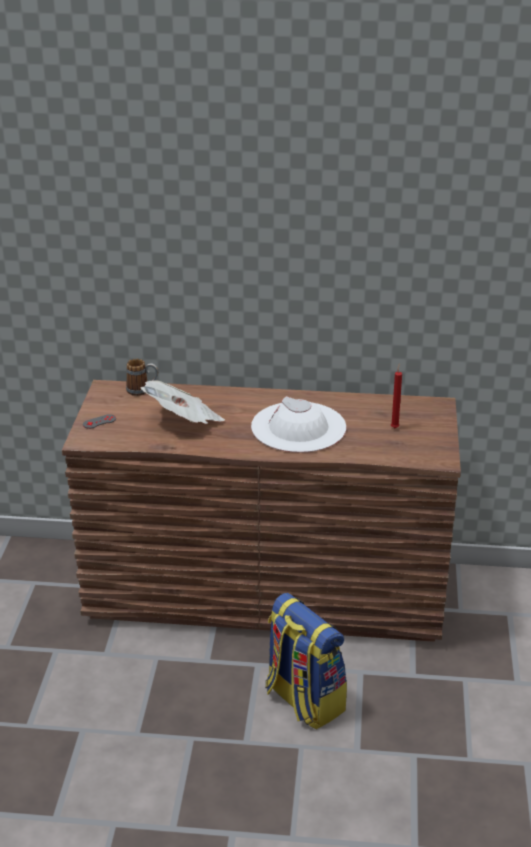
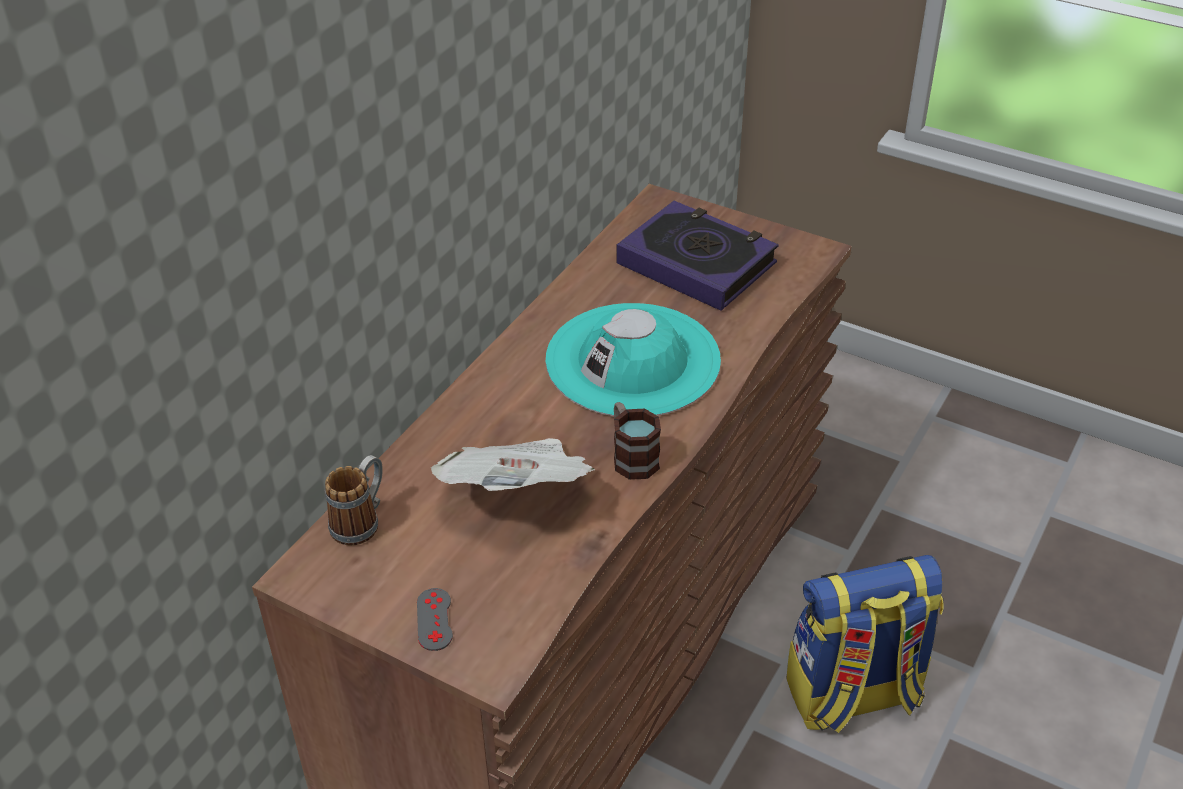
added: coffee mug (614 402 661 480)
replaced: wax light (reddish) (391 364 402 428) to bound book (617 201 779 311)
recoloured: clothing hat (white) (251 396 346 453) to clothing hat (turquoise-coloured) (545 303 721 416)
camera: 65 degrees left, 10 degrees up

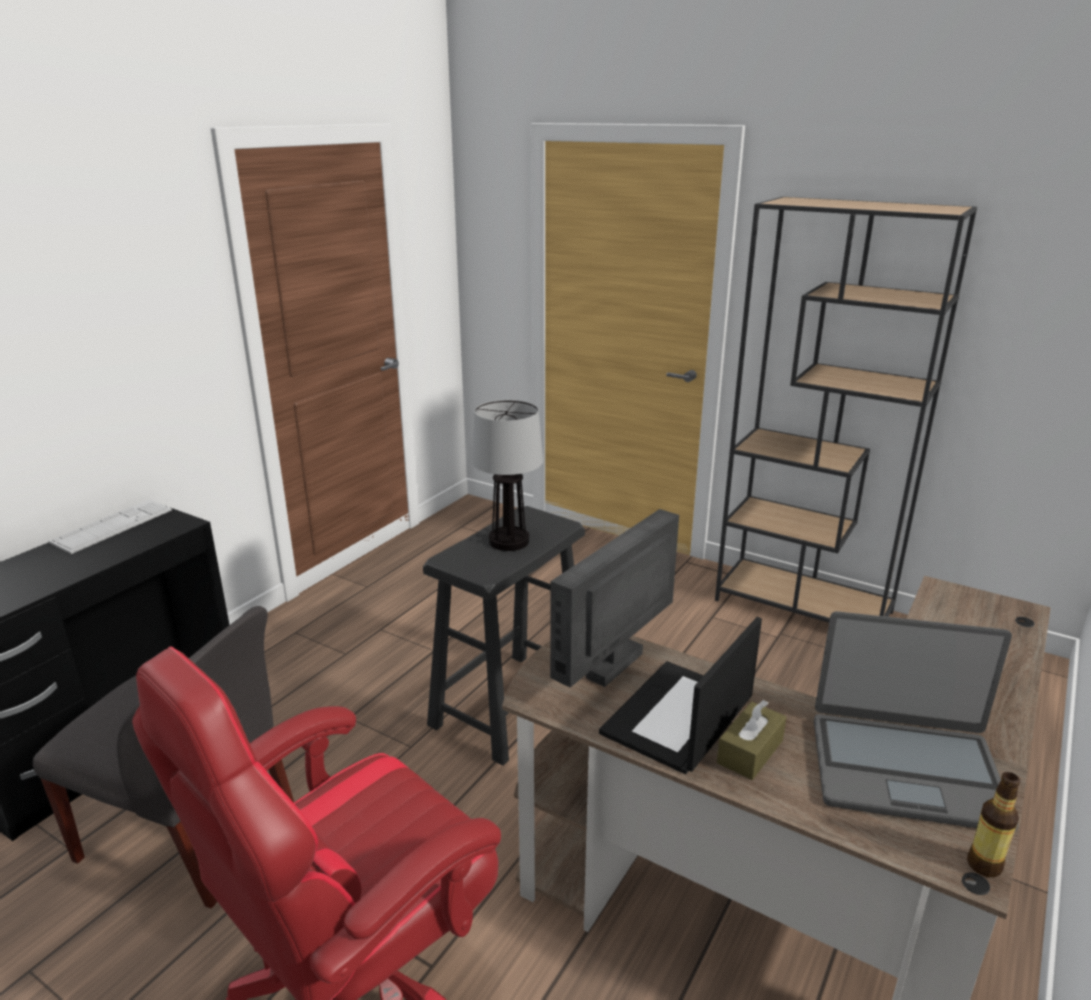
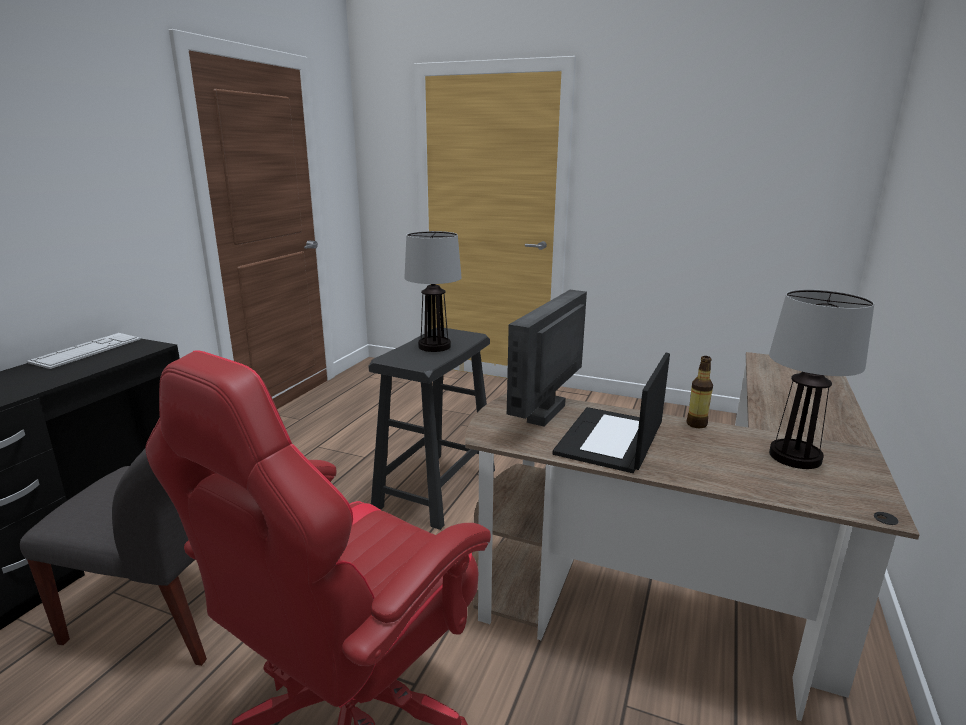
removed: bookcase (715 197 977 623); box of tissues (brown-coloured) (717 700 787 780)
moved: beverage bottle (967 772 1020 877) to (686 356 713 428)
replaced: laptop (814 611 1018 831) to table lamp (769 289 874 469)
camera: 10 degrees left, 5 degrees down

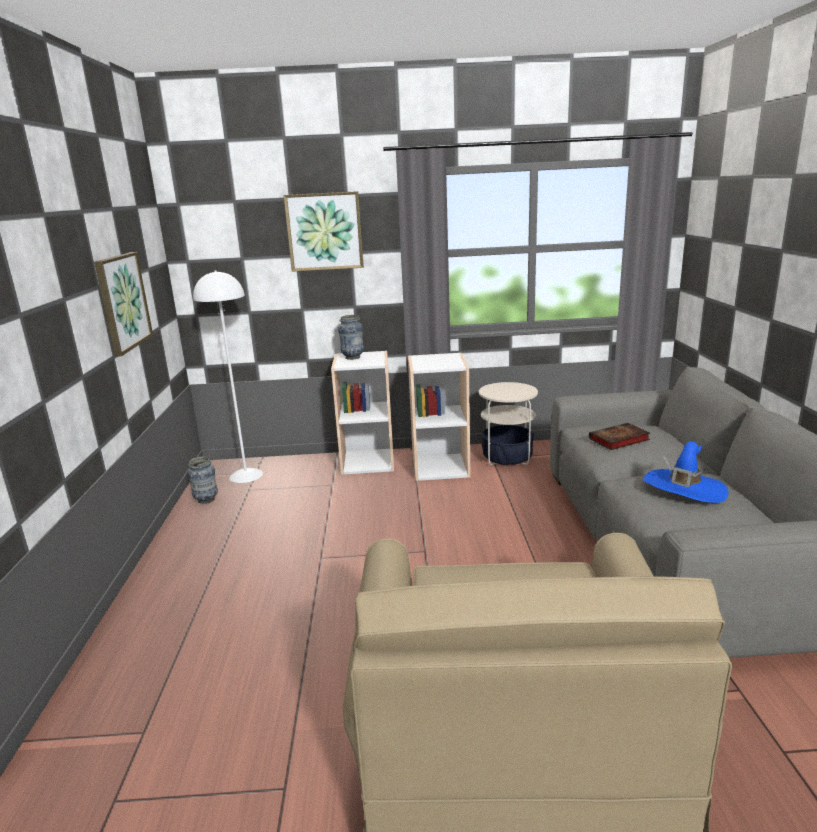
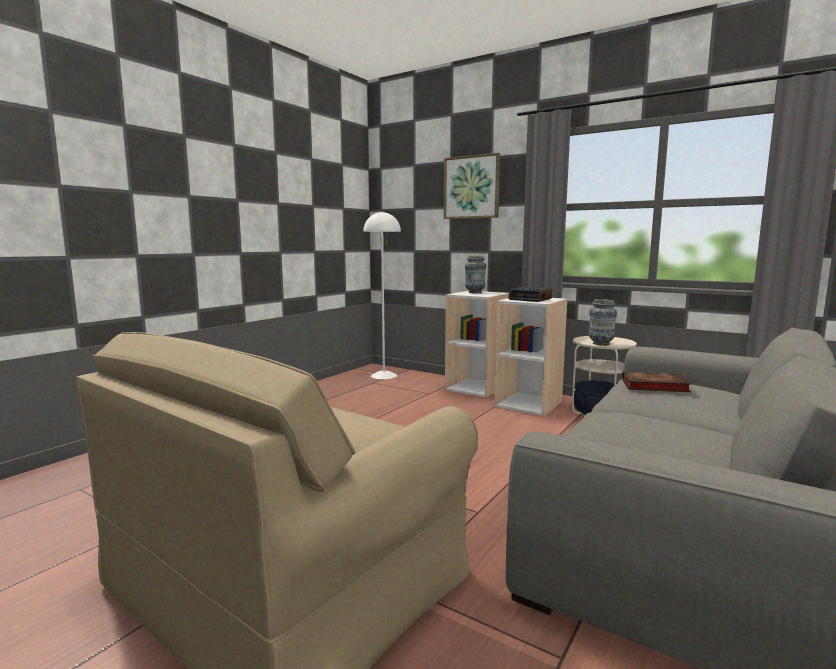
removed: wall art (94 252 153 357); clothing hat (blue-coloured) (643 441 729 503)
added: bedside clock (508 287 552 302)
moved: vase (187 457 218 504) to (589 299 617 345)
camera: 35 degrees right, 10 degrees down

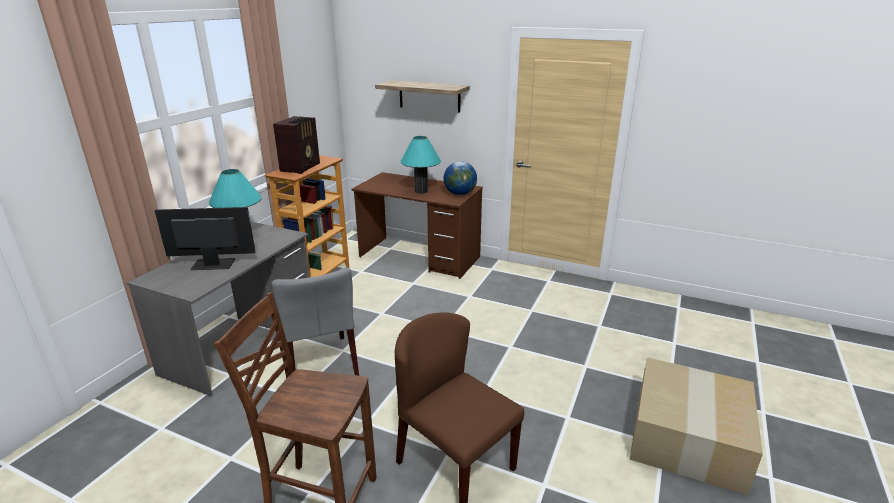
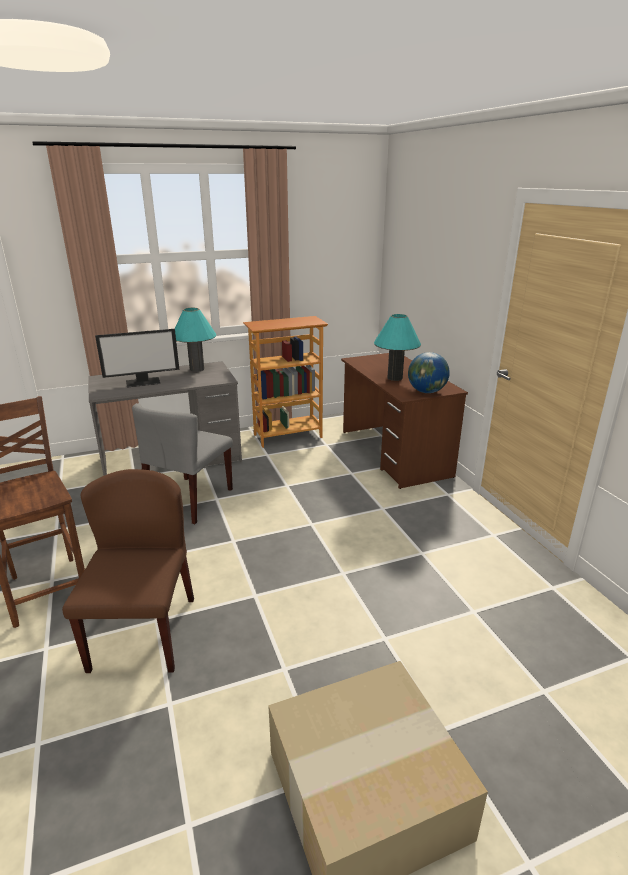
removed: radio receiver (273 116 320 174); wall shelf (375 80 470 113)
turned: computer display (155 207 256 270) = (95 329 179 388) 120 degrees clockwise
camera: 45 degrees right, 0 degrees up

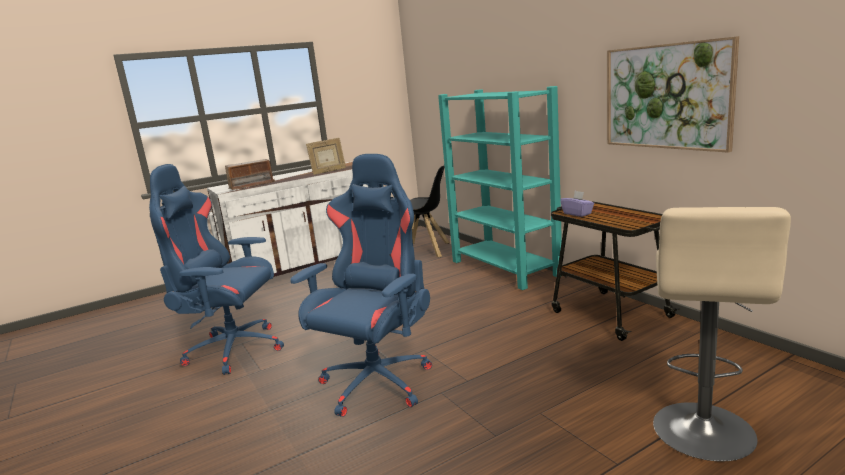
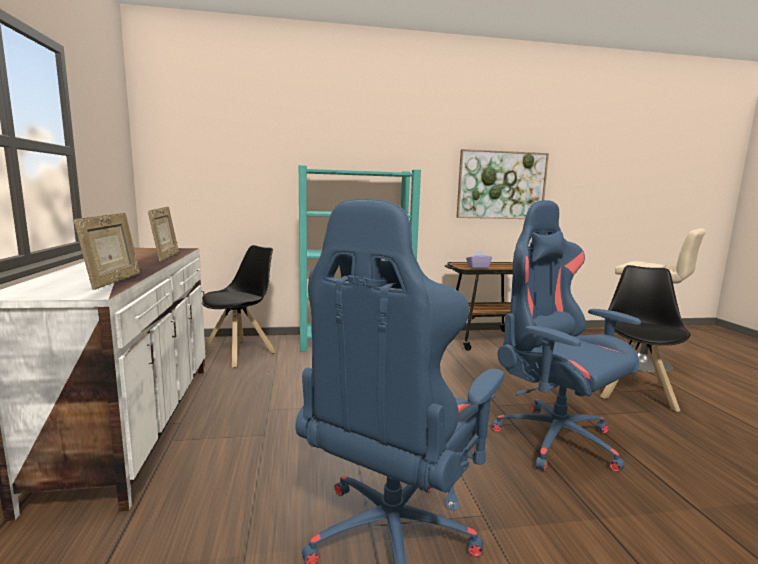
added: upright chair (black-coloured) (600 265 691 412)
replaced: radio receiver (225 159 275 190) to standing frame (74 213 140 290)
camera: 70 degrees left, 5 degrees down

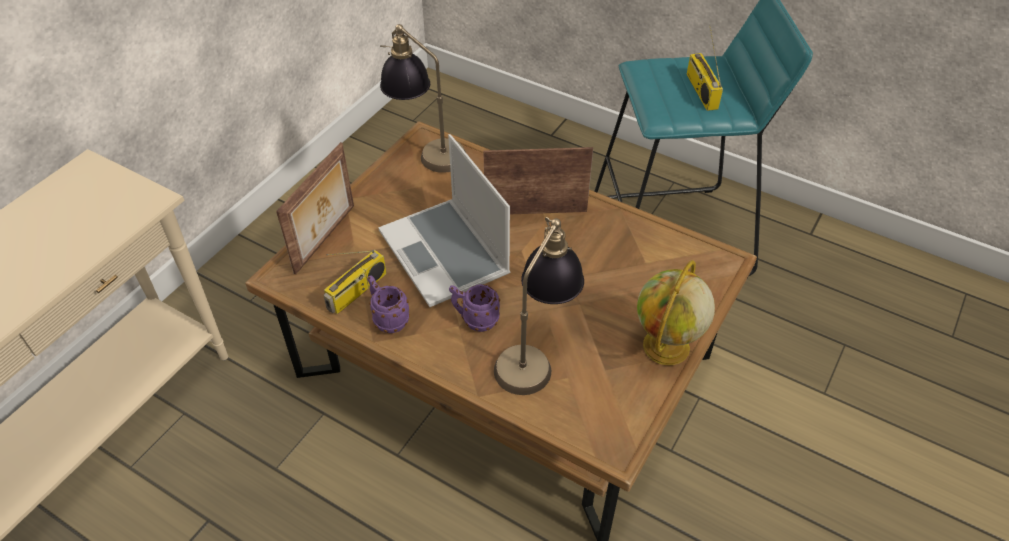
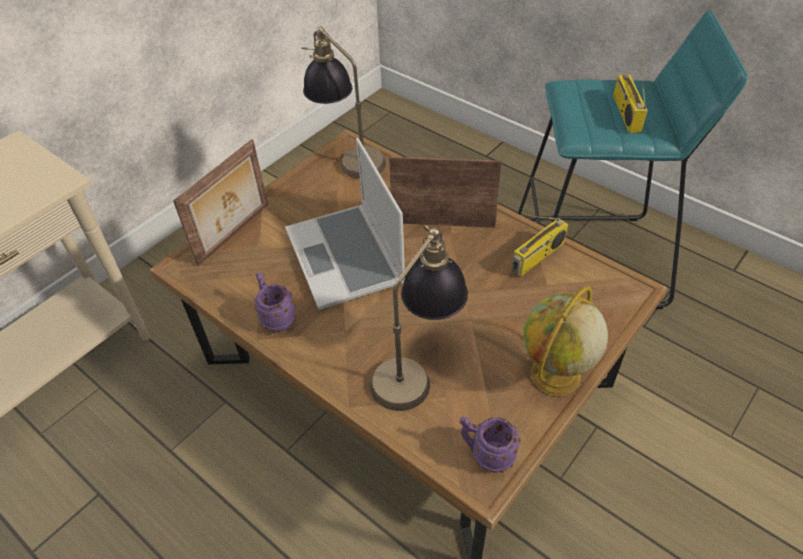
moved: radio receiver (323 250 387 314) to (511 215 568 276); coffee mug (purplish) (449 284 500 332) to (460 417 521 473)
camera: 10 degrees right, 0 degrees up

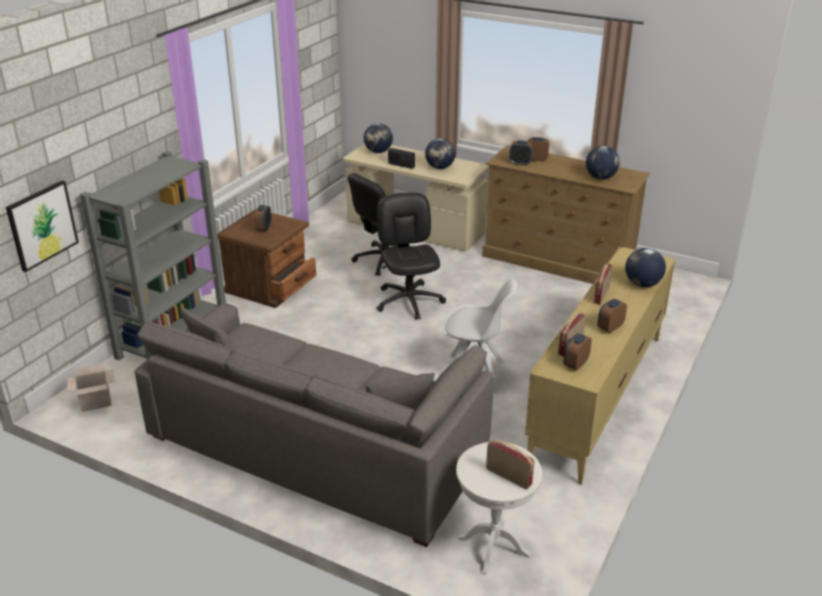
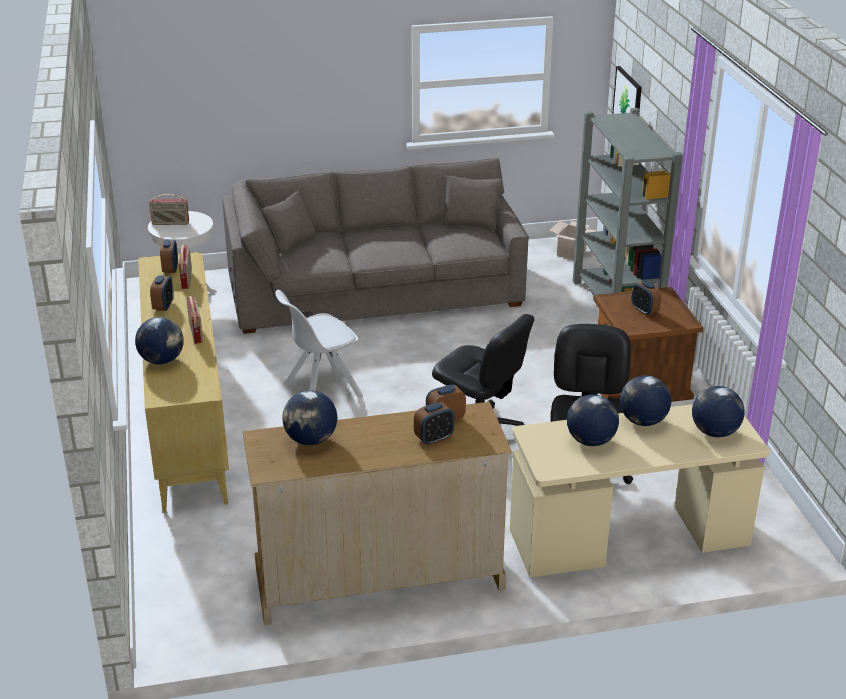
replaced: radio receiver (388 148 415 169) to desk globe (620 375 671 426)
camera: 140 degrees right, 0 degrees up

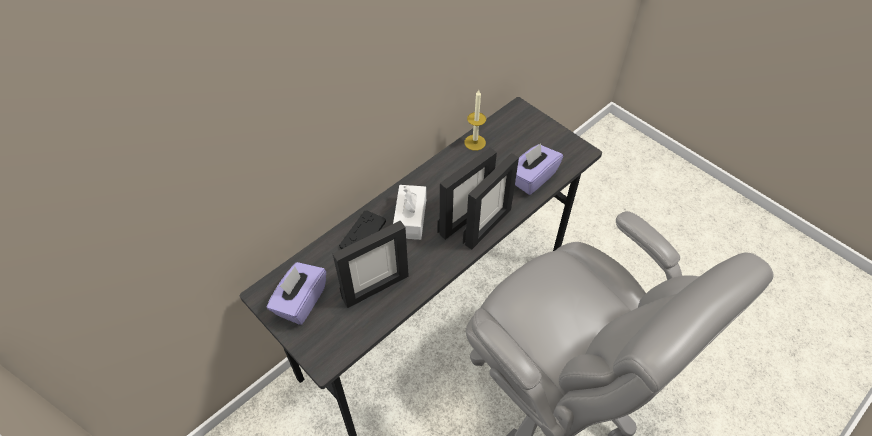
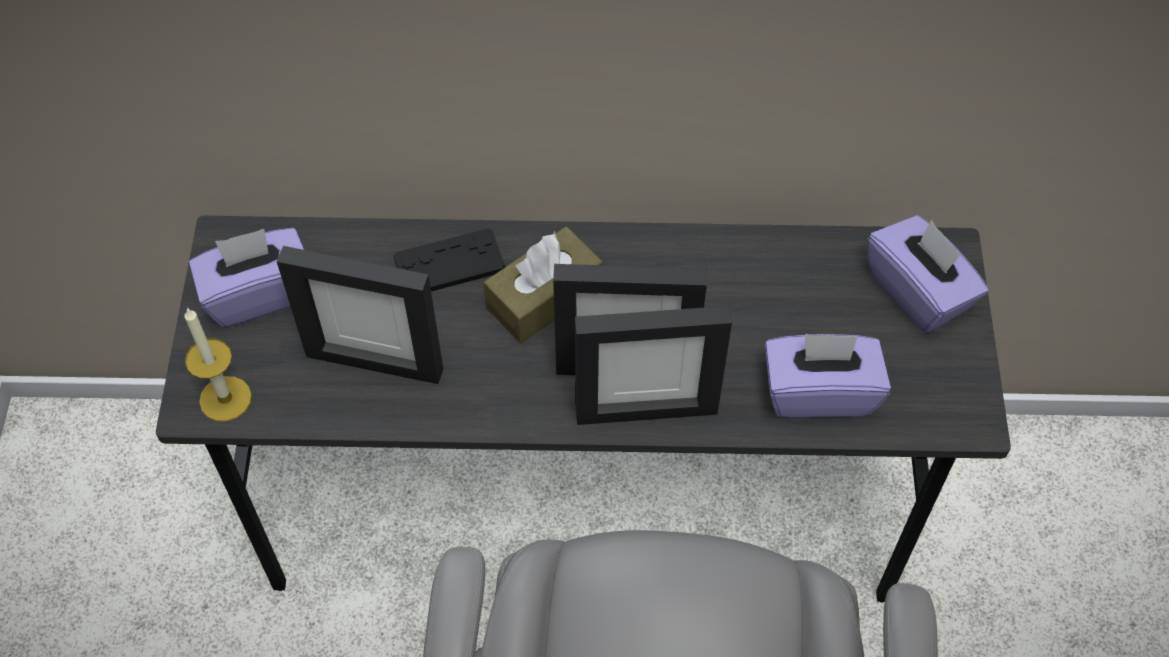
added: box of tissues (purplish) (868 215 989 333)
moved: wax light (464 90 486 151) to (184 307 252 422)
recoloured: box of tissues (white) (393 185 426 240) to box of tissues (brown-coloured) (484 227 602 343)
camera: 45 degrees right, 5 degrees up

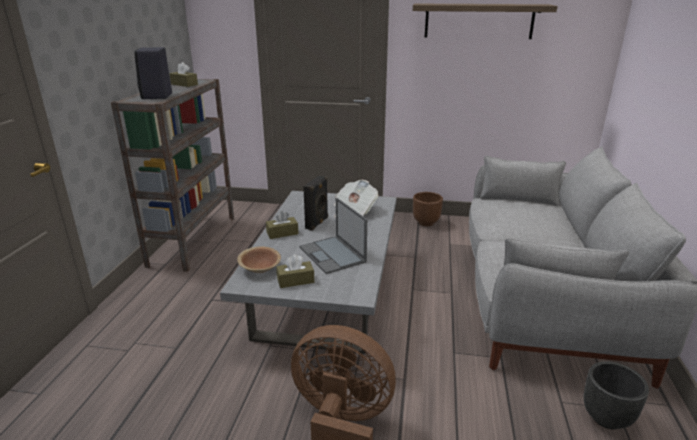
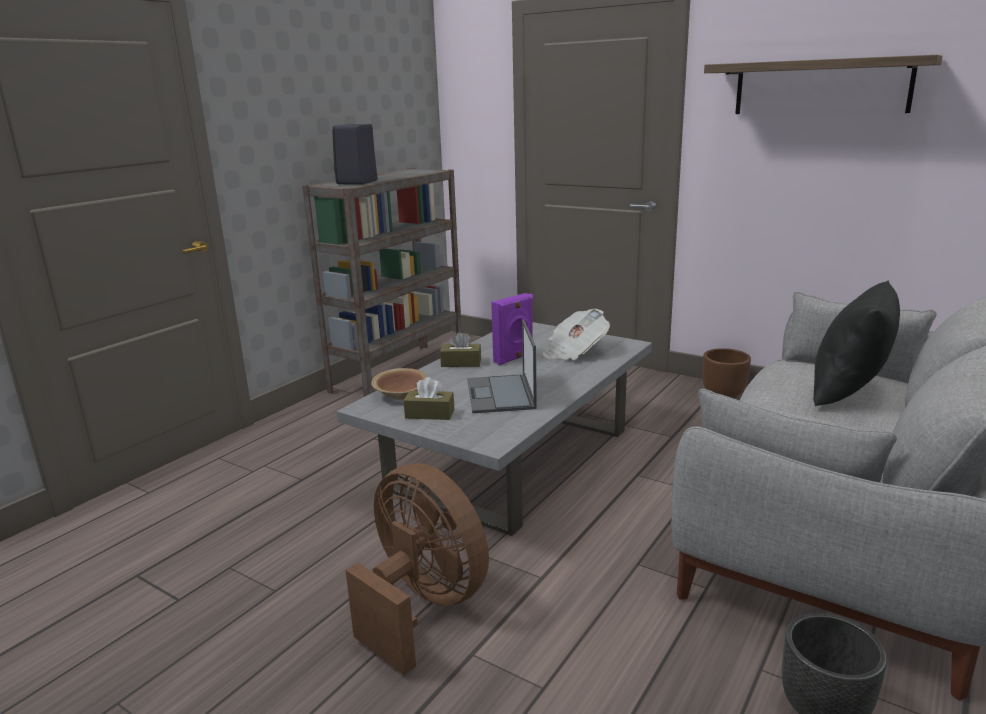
removed: box of tissues (brown-coloured) (169 62 198 87)
added: throw pillow (black-coloured) (813 281 900 406)
recoloured: speaker (black-coloured) (303 175 328 231) to speaker (purplish) (491 293 533 365)
camera: 25 degrees right, 5 degrees down

